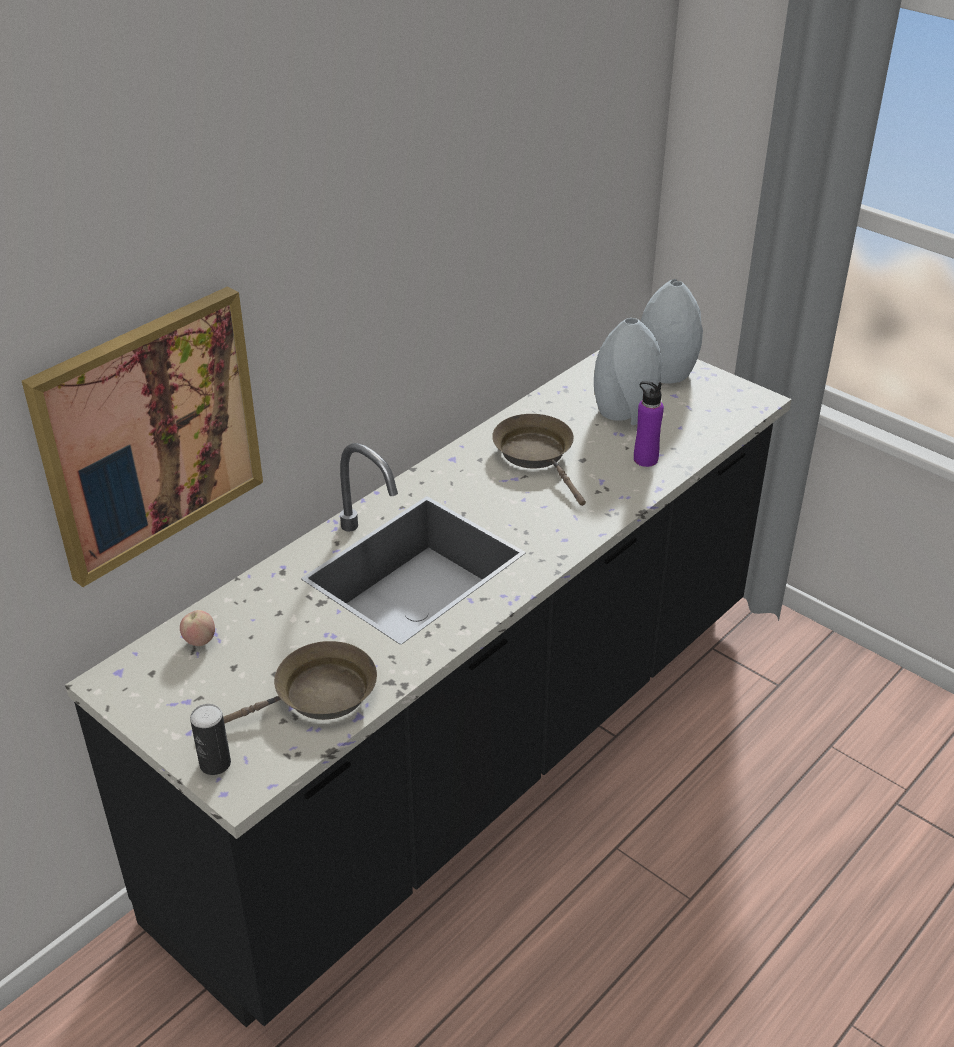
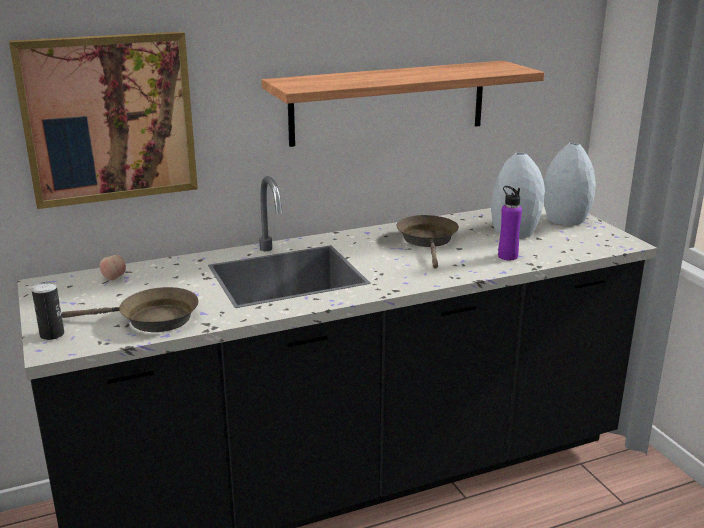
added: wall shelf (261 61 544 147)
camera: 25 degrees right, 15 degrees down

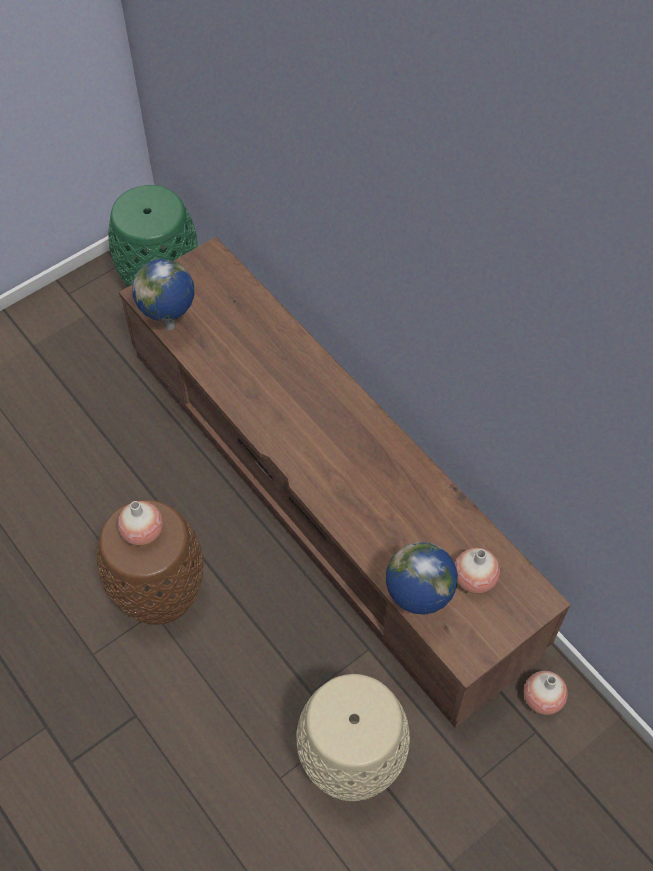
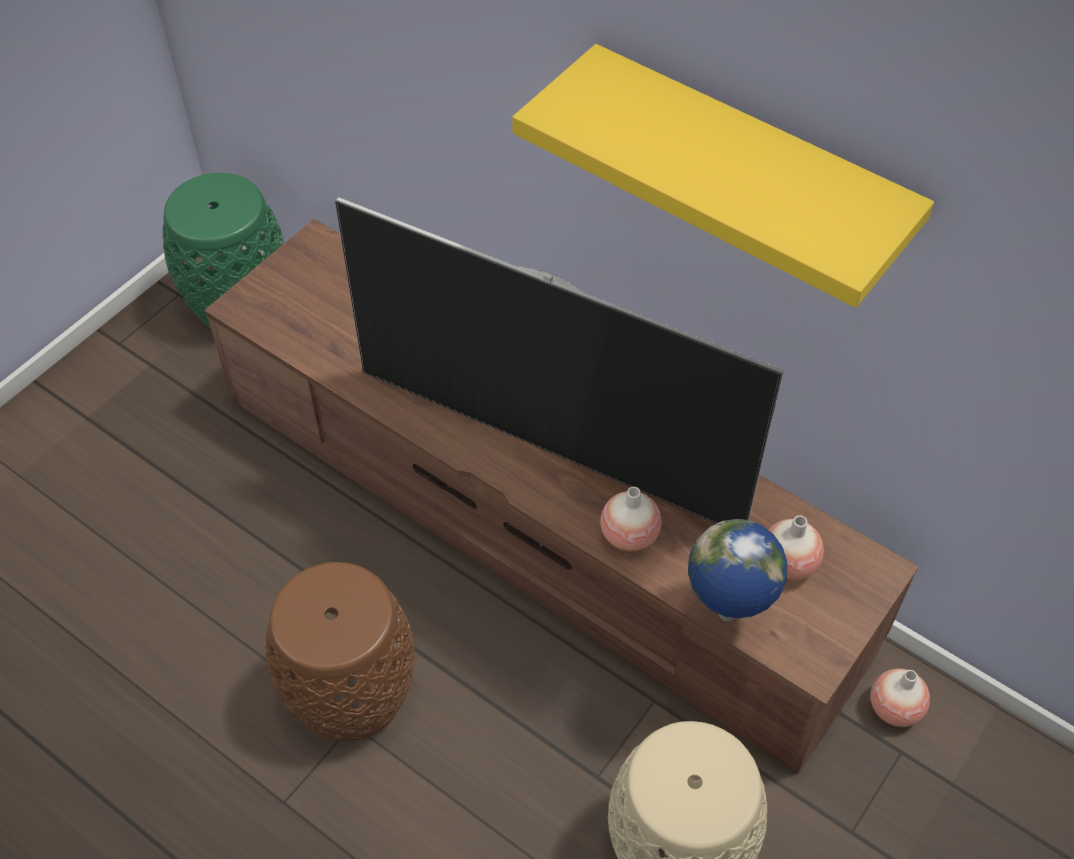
removed: desk globe (132 259 194 330)
added: television (335 197 784 524); wall shelf (yellow) (512 44 934 308)
moved: vase (118 501 163 546) to (600 487 662 551)
camera: 15 degrees left, 5 degrees down

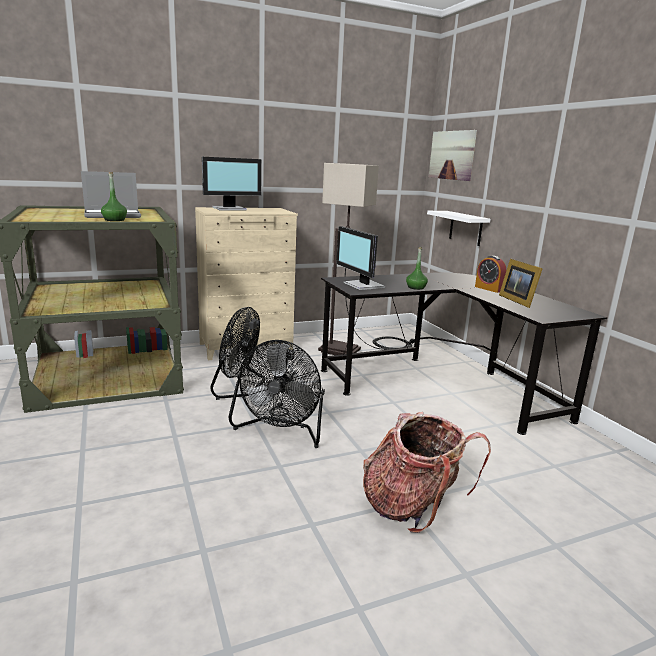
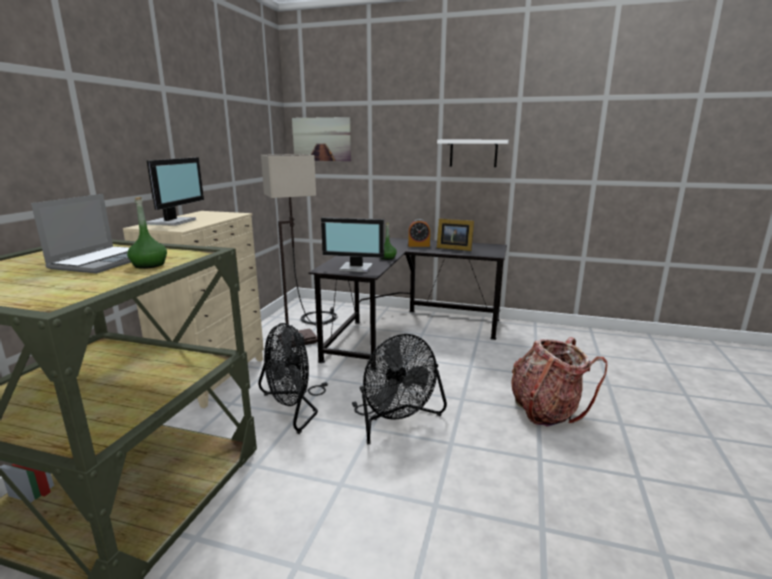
moved: wall shelf (white) (427 211 491 246) to (437 140 509 167)
camera: 50 degrees left, 0 degrees up

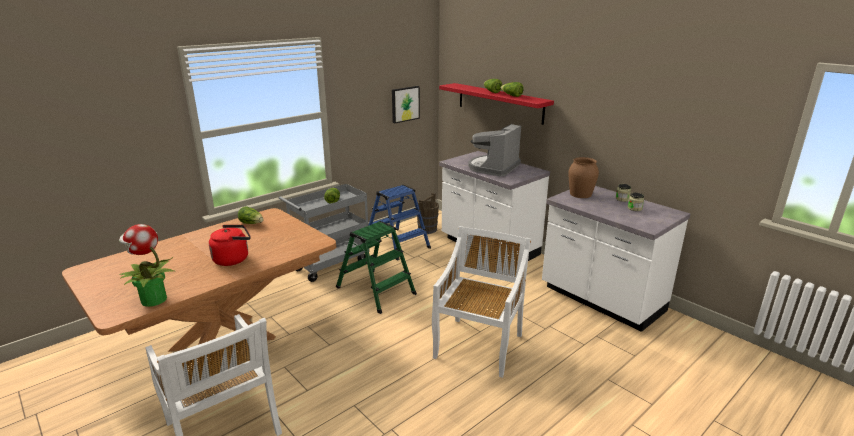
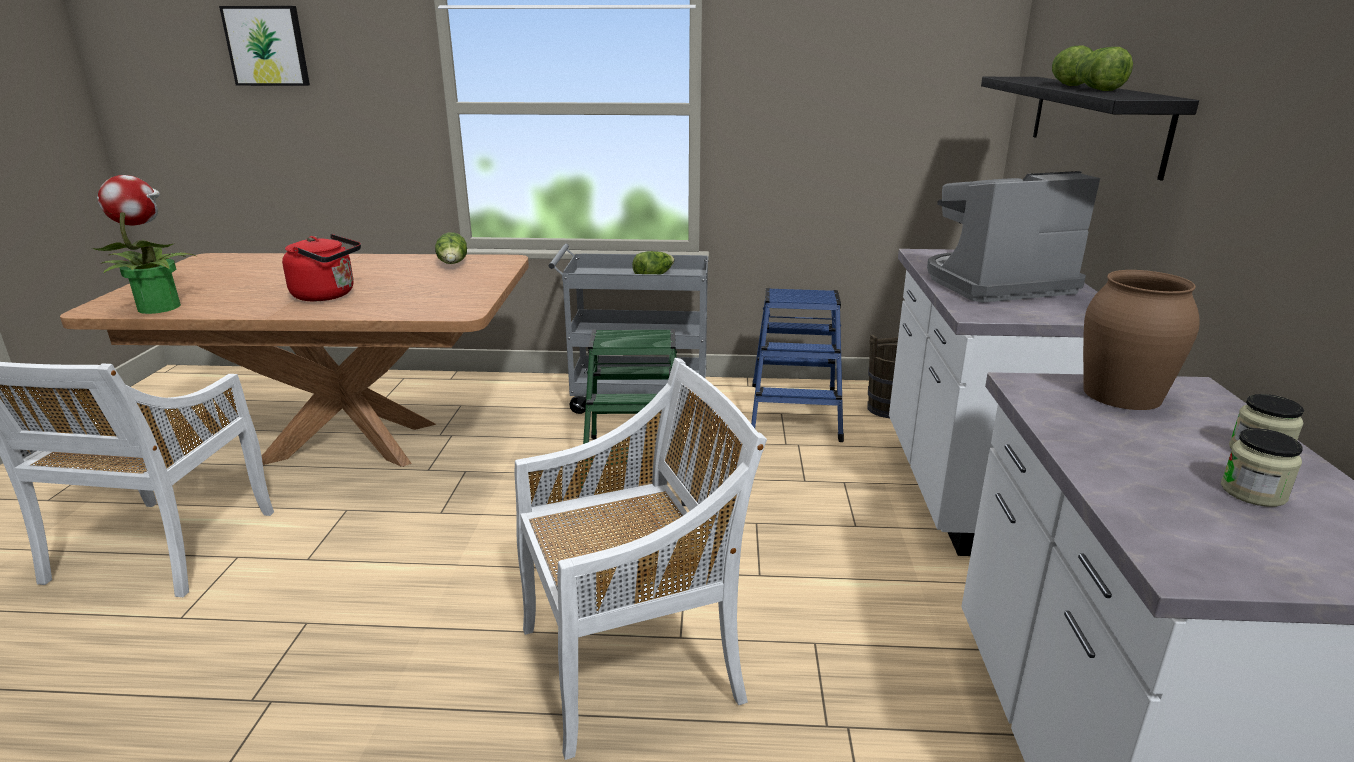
moved: wall art (392 86 420 123) to (219 6 310 86)
recoloured: wall shelf (reddish) (439 83 554 125) to wall shelf (black-coloured) (981 77 1199 180)
camera: 45 degrees right, 0 degrees up

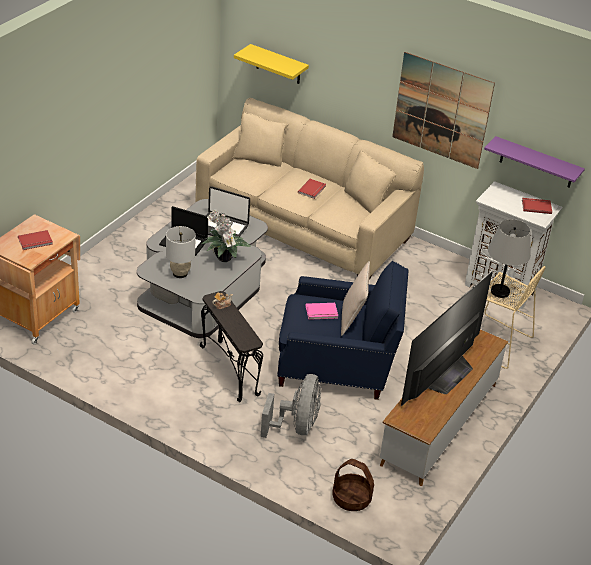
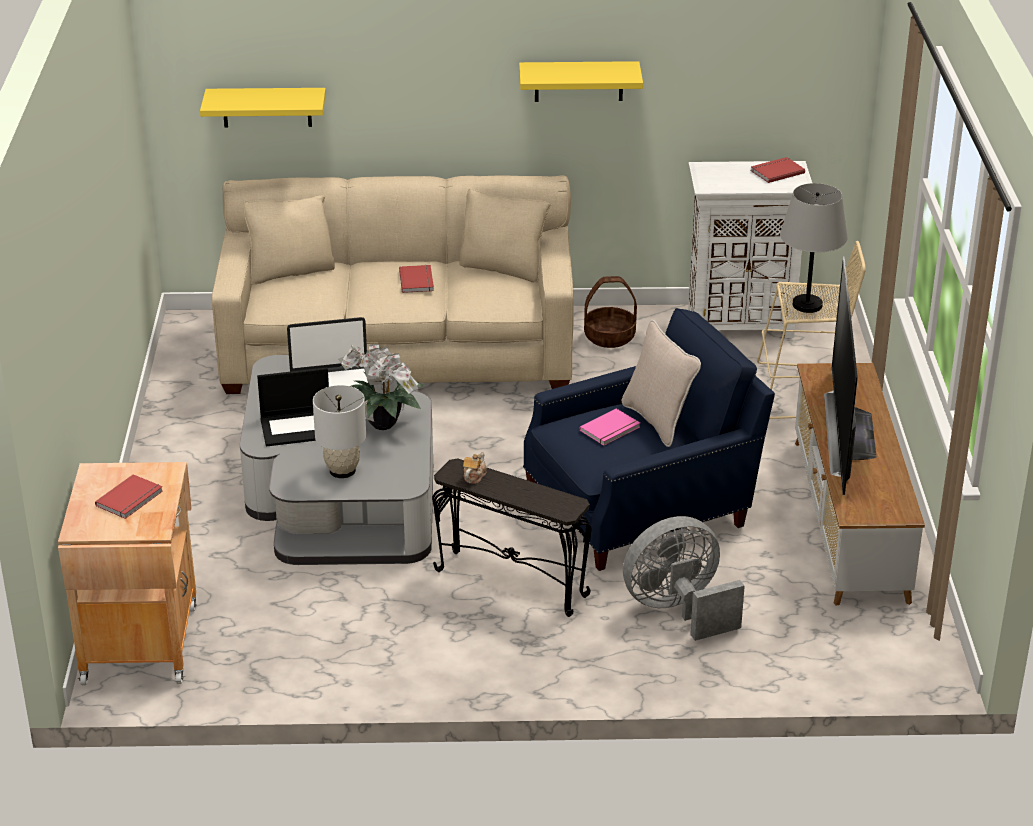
removed: wall shelf (purplish) (484 136 585 188)
moved: basket (332 459 374 511) to (584 276 637 348)
replaced: wall art (392 52 495 169) to wall shelf (yellow) (519 61 643 102)
turned: fan (grey) (260 374 321 438) = (623 516 745 641) 90 degrees counterclockwise
camera: 30 degrees left, 5 degrees down

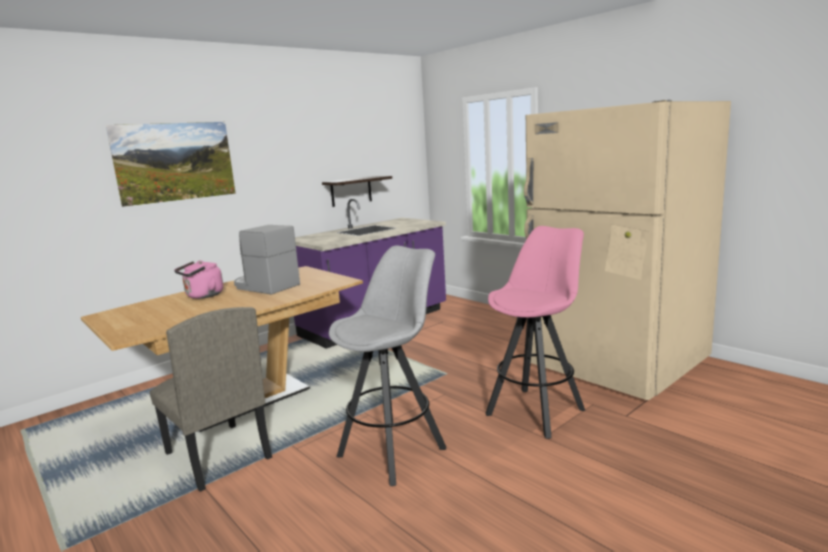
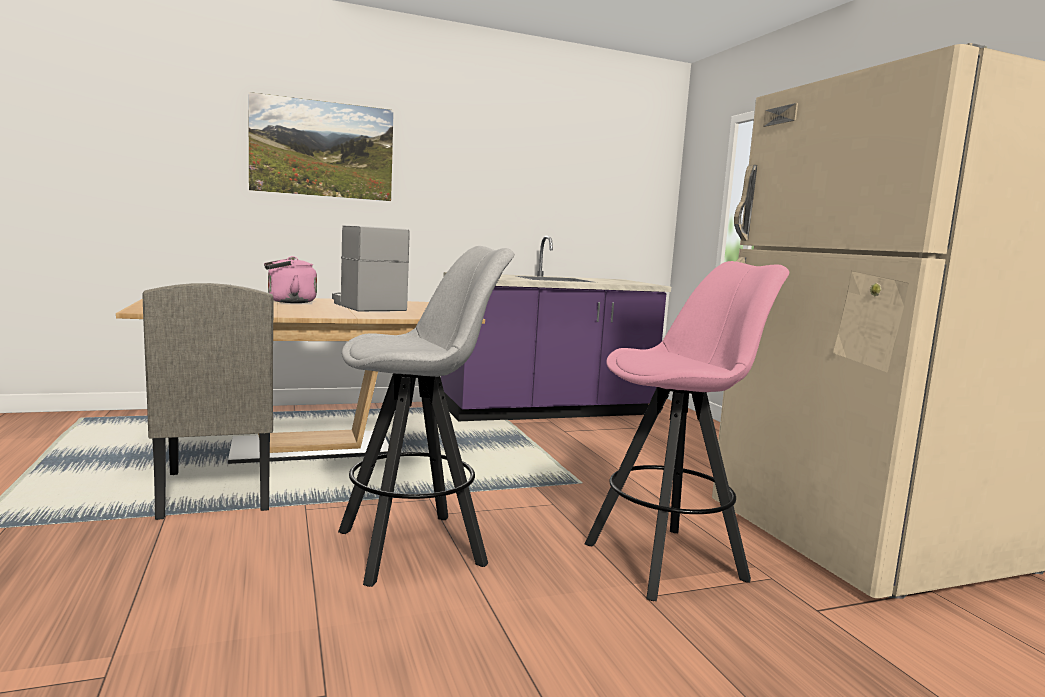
removed: wall shelf (322 176 392 207)
camera: 20 degrees right, 5 degrees down

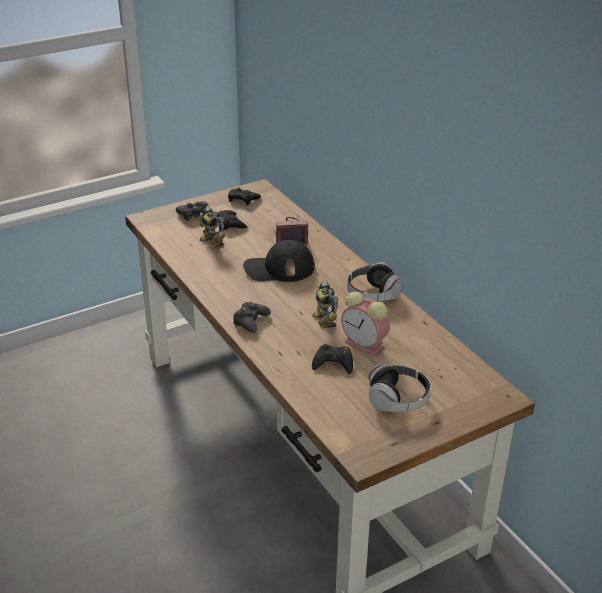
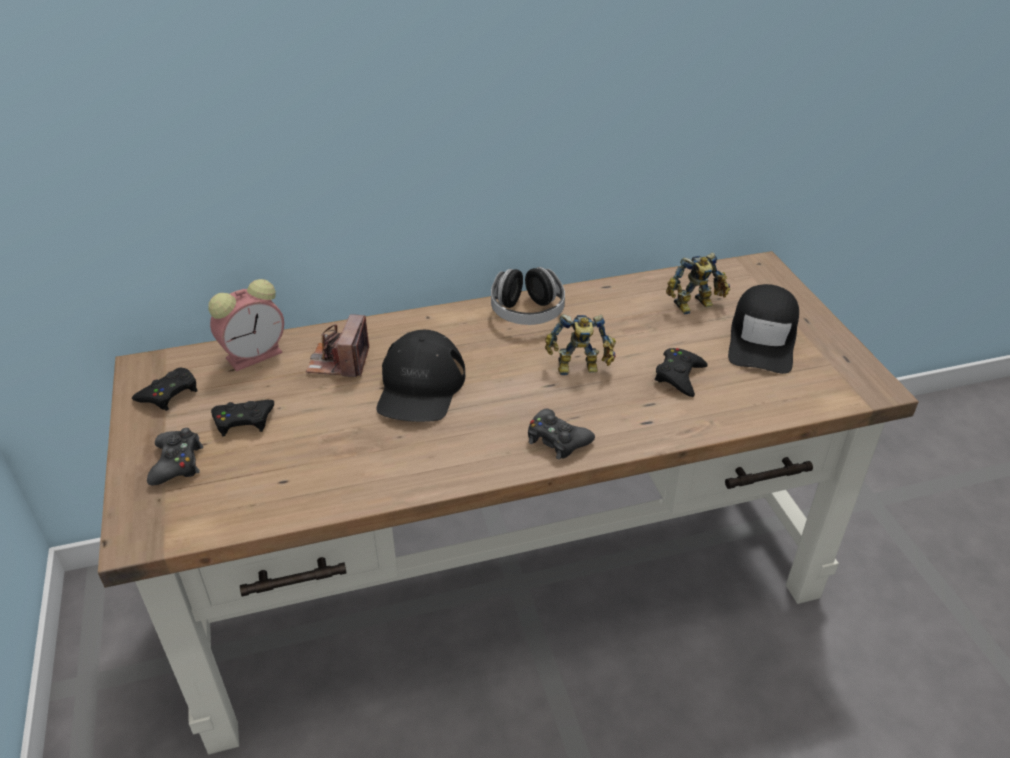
moved: model robot (200 206 225 249) to (666 253 730 314); bedside clock (341 292 390 356) to (208 279 284 371)
replaced: headphones (368 364 431 412) to baseball cap (black-coloured) (728 284 799 374)
camera: 75 degrees left, 5 degrees up

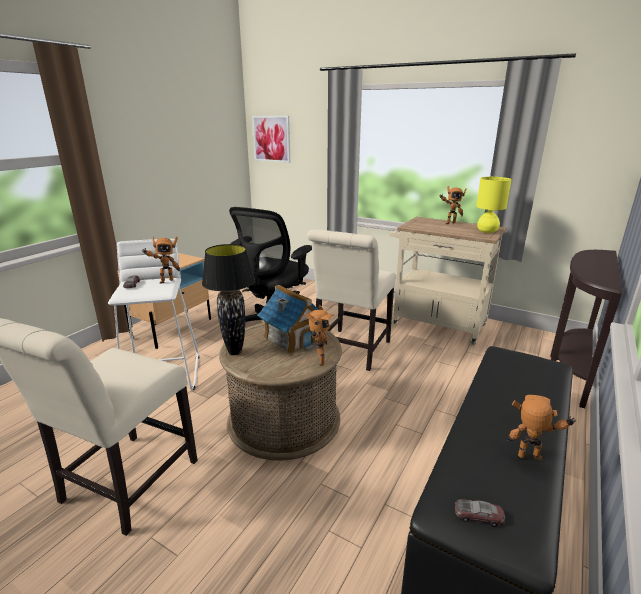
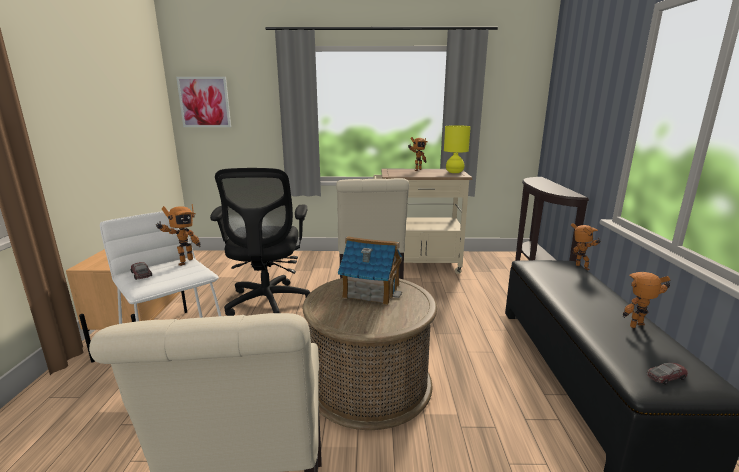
removed: table lamp (black-coloured) (202 244 255 355)
moved: model robot (305 305 335 366) to (571 223 602 270)
camera: 30 degrees left, 5 degrees down

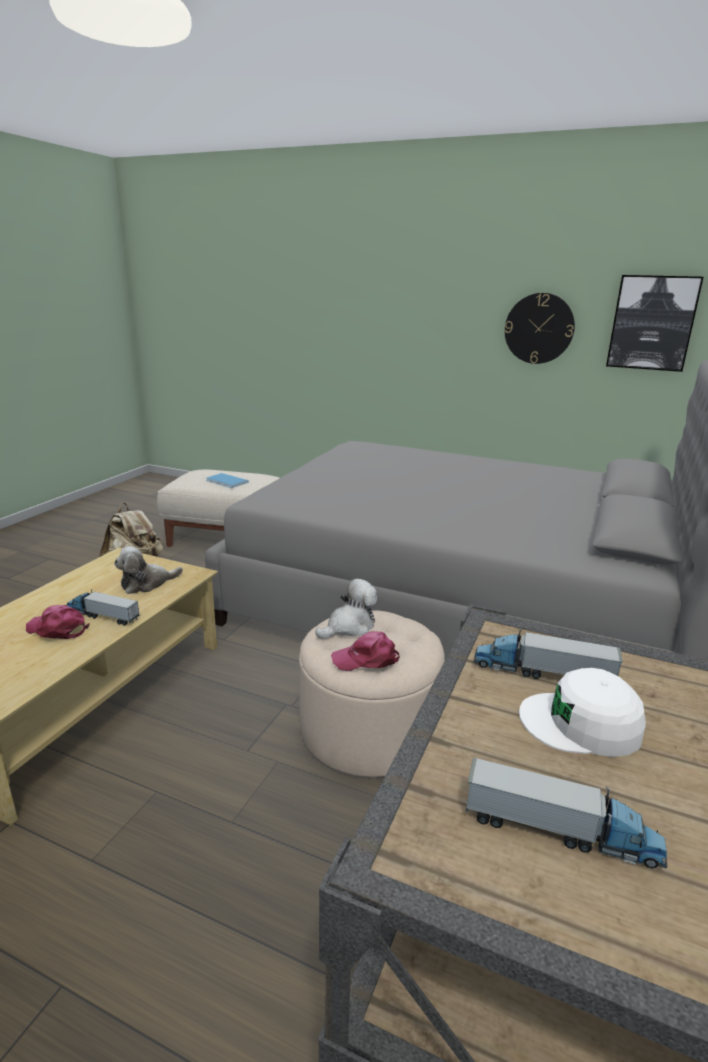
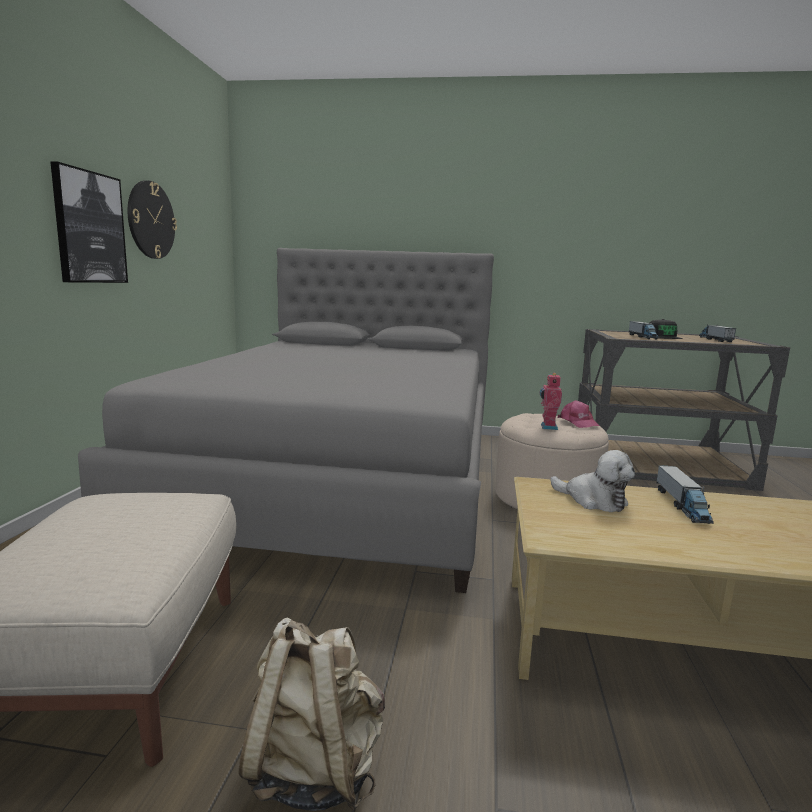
removed: baseball cap (pink) (26 605 90 639); bound book (blue-coloured) (206 473 249 488)
moved: wall art (606 275 704 372) to (50 161 128 283)
replaced: plush toy (315 578 377 639) to model robot (540 373 562 430)
recoloured: baseball cap (white) (519 668 646 757) to baseball cap (black-coloured) (649 319 683 339)
camera: 105 degrees left, 10 degrees down

